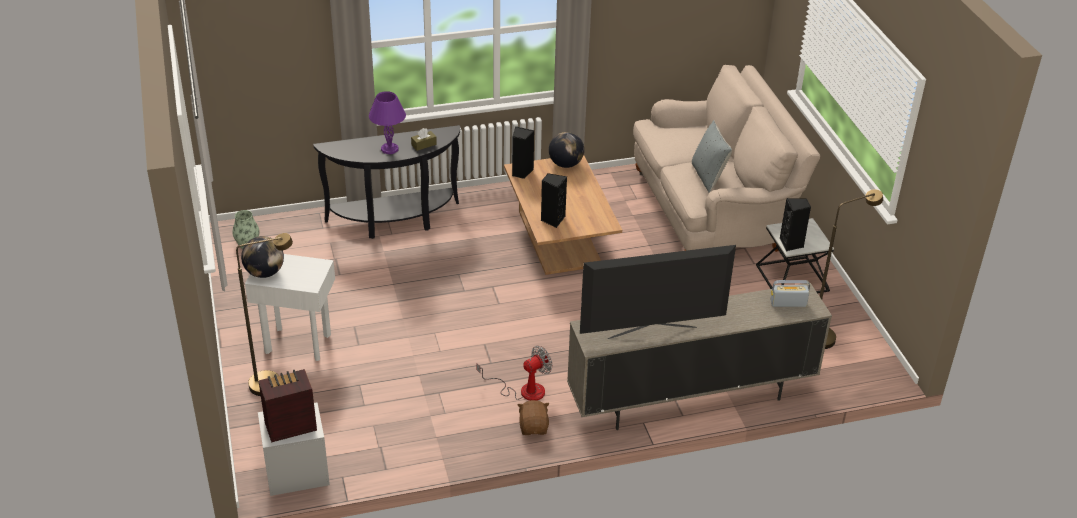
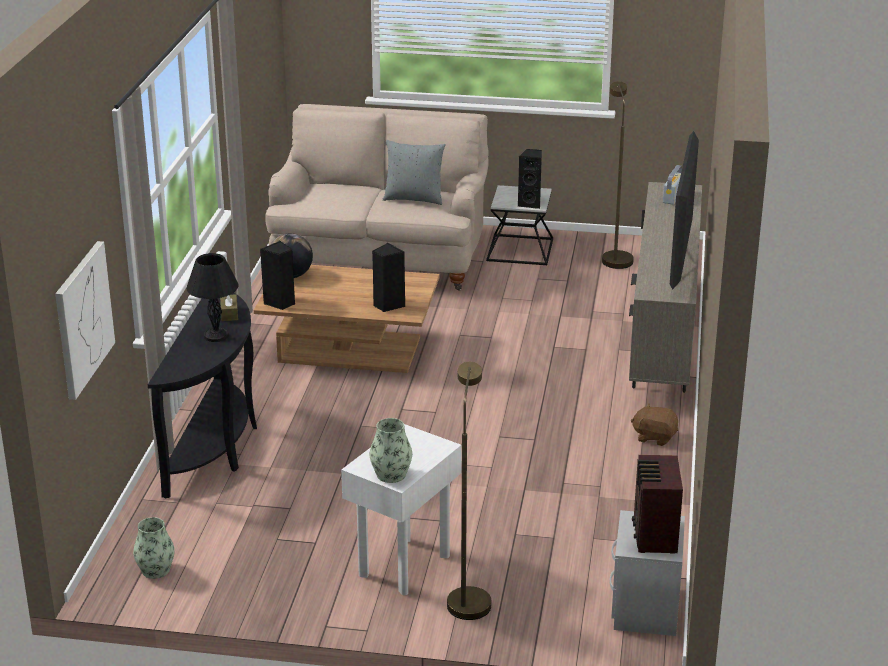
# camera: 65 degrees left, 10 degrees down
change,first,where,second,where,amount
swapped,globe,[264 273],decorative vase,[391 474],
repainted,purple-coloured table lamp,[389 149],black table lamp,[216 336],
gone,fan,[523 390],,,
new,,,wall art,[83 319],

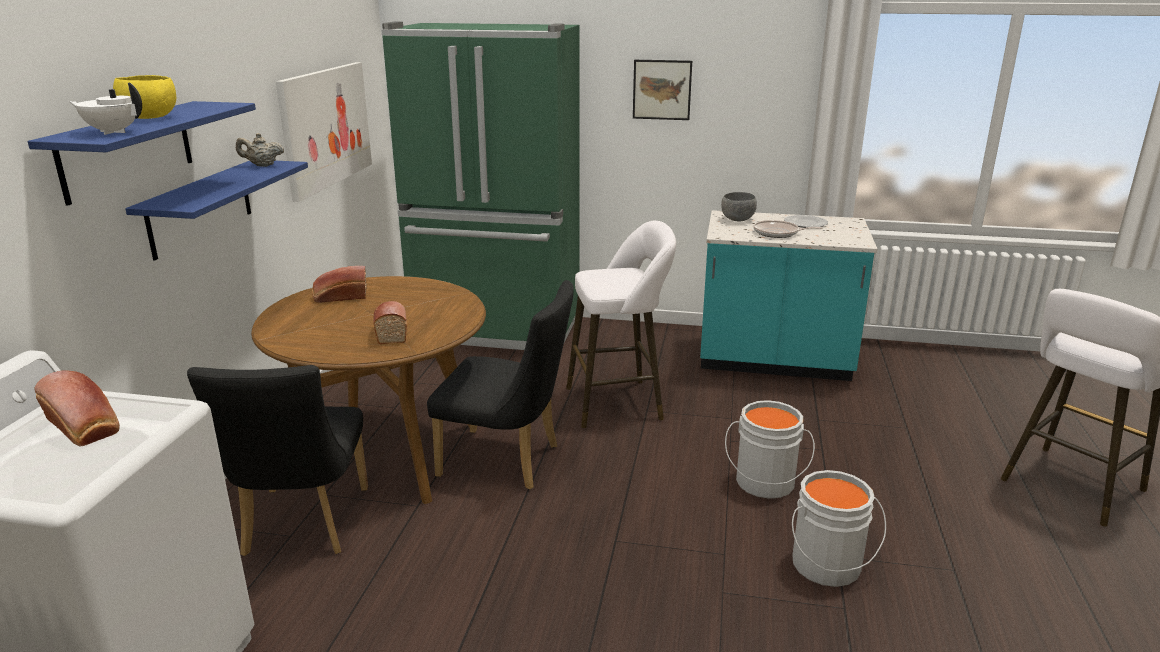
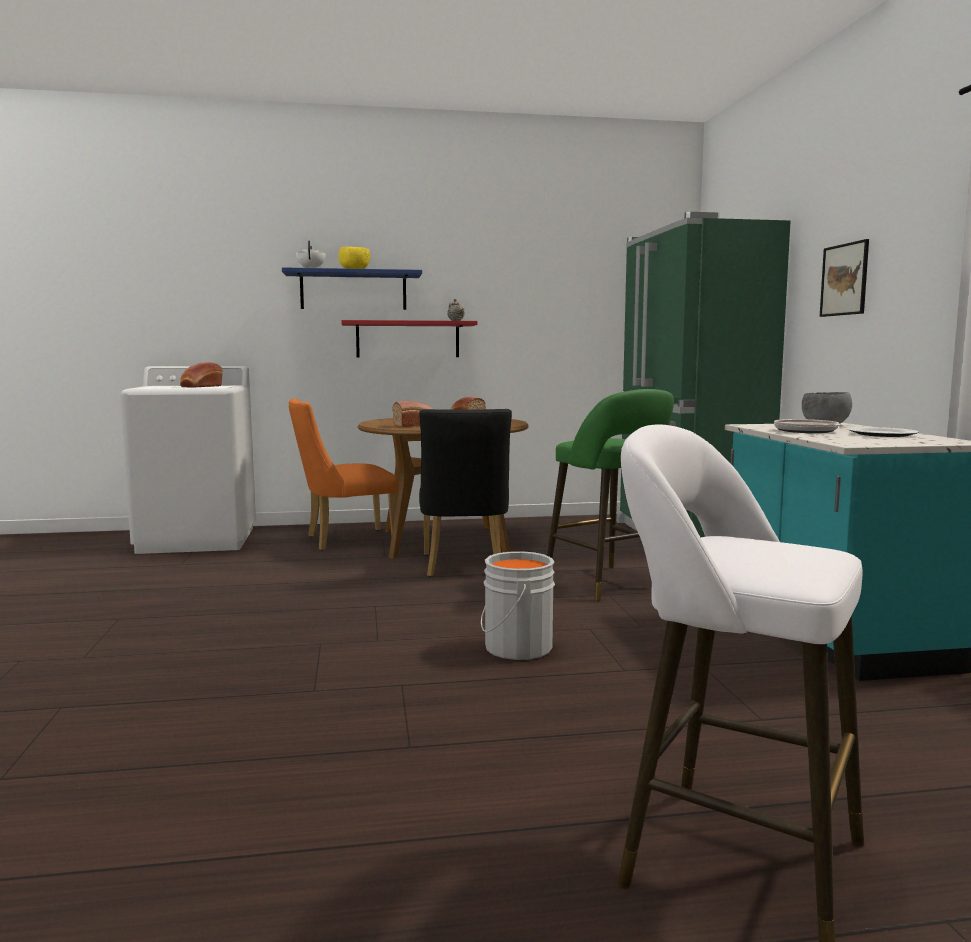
# camera: 70 degrees right, 15 degrees down
change,first,where,second,where,amount
repainted,bluish wall shelf,[200 208],red-coloured wall shelf,[408 339],
repainted,black chair,[302 527],orange chair,[344 540],
gone,wall art,[326 127],,,
repainted,white stool seat,[620 403],green-coloured stool seat,[609 584],
gone,grey bucket,[827 567],,,

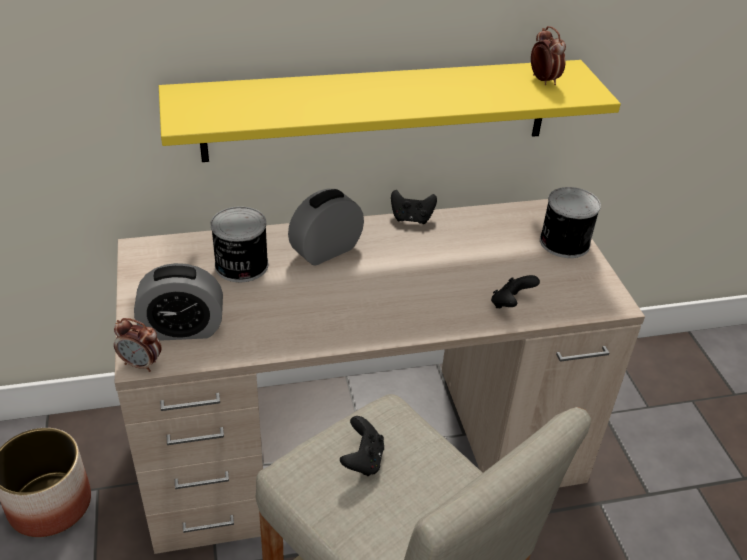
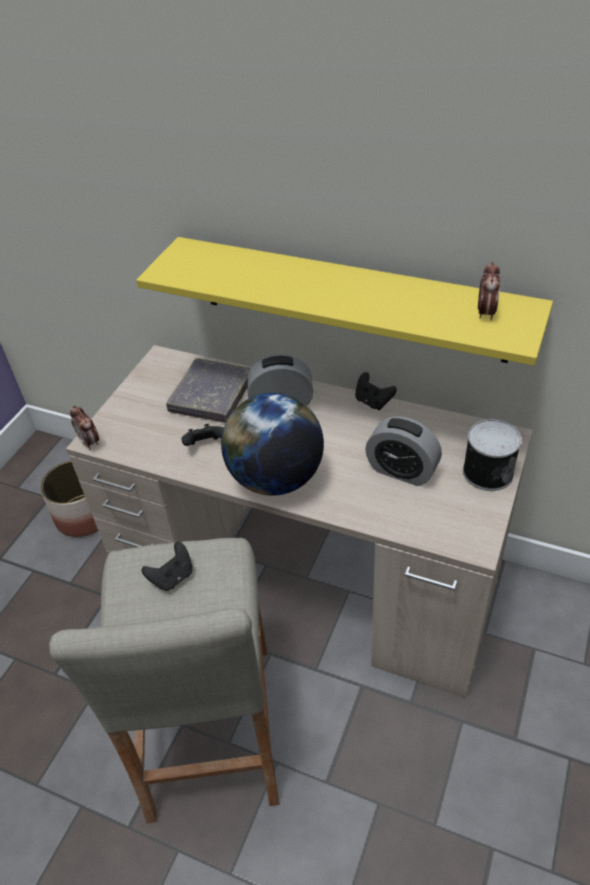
# camera: 40 degrees right, 5 degrees up
change,first,where,second,where,amount
shifted,table clock,[182 329],,[402 470],
swapped,sealed can,[240 266],grey bound book,[211 395],
shifted,black joypad,[510 304],,[205 445],
new,,,globe,[276 478],

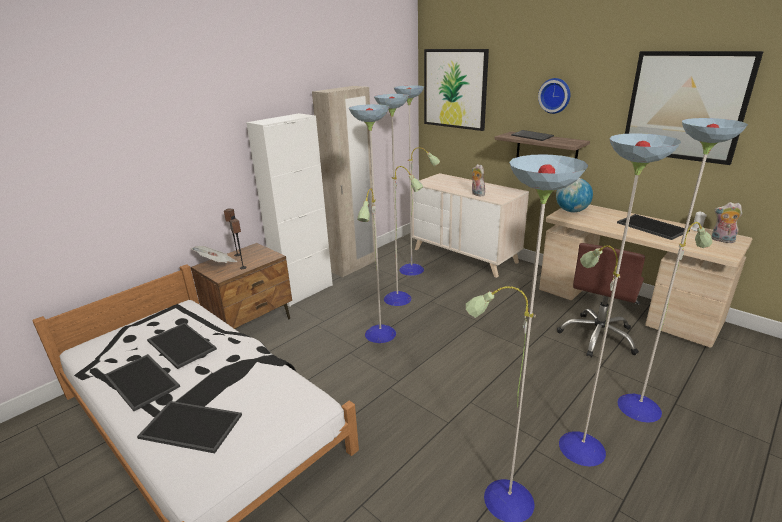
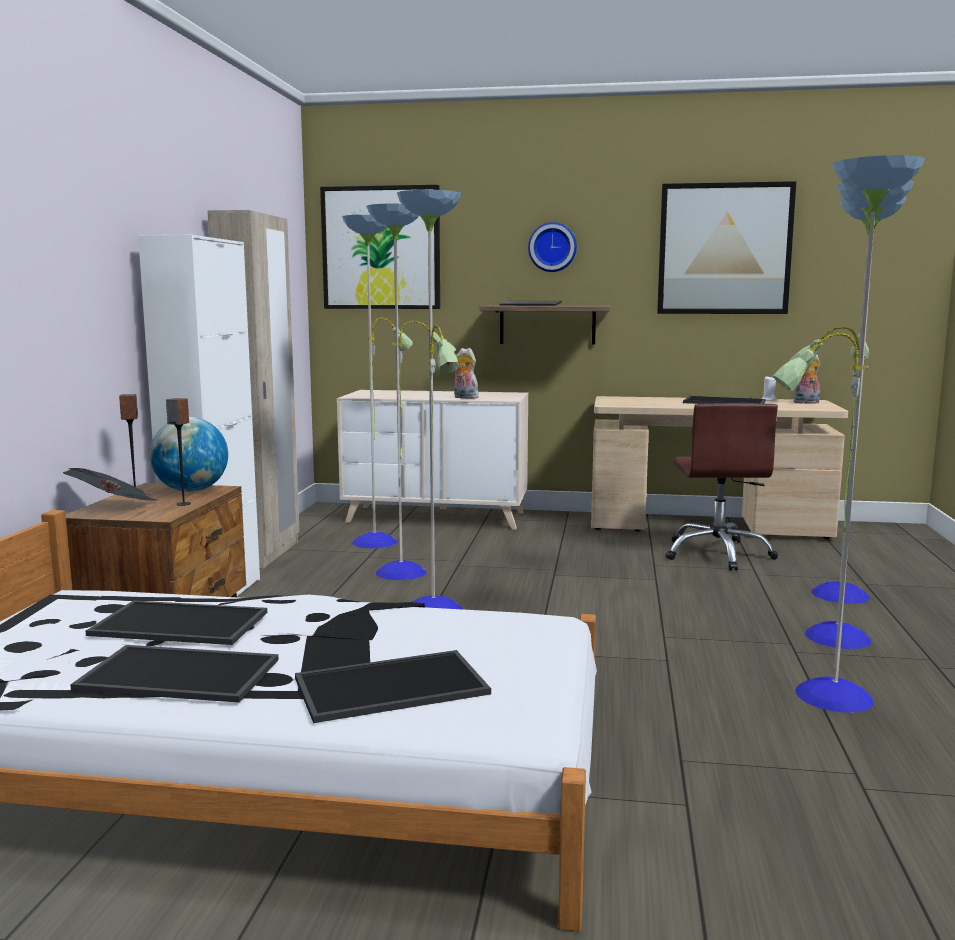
# camera: 35 degrees left, 15 degrees down
change,first,where,second,where,amount
shifted,globe,[571 211],,[191 491],

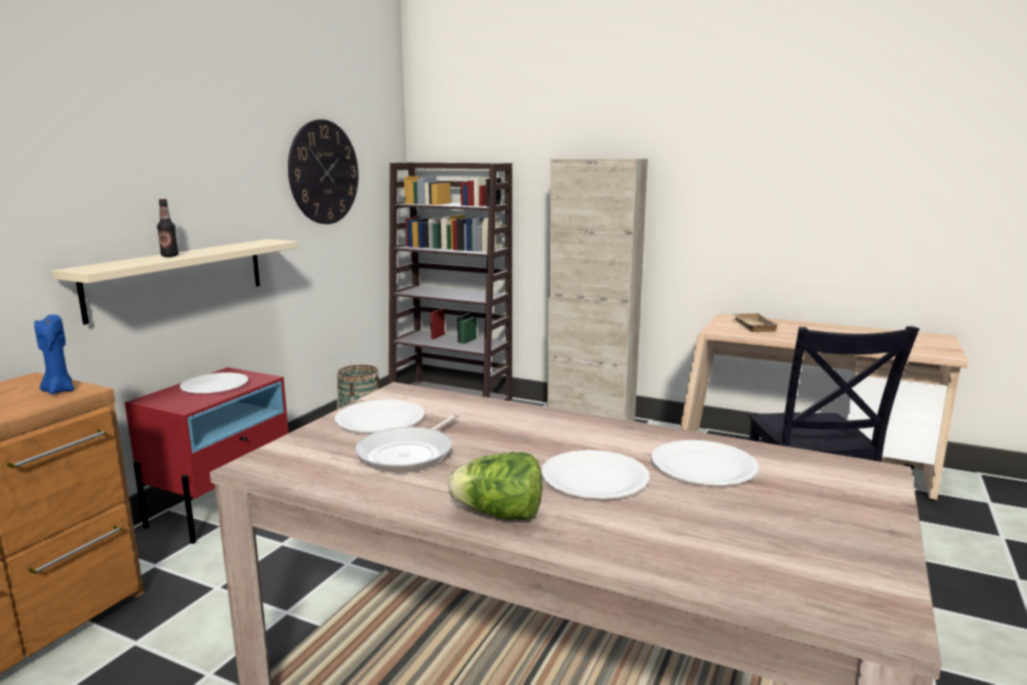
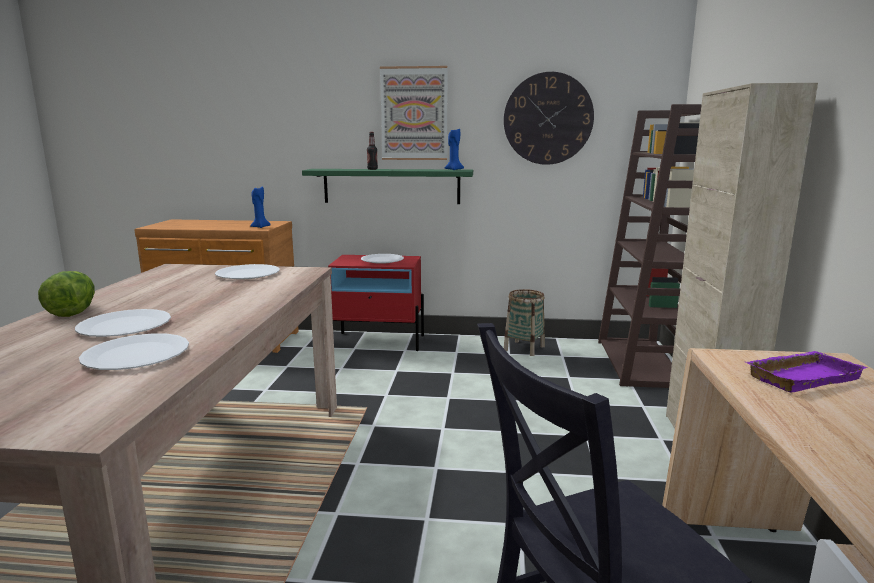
# camera: 70 degrees right, 0 degrees up
change,first,where,second,where,amount
repainted,sand-coloured wall shelf,[178 277],green-coloured wall shelf,[391 186],
gone,frying pan,[409 454],,,
repainted,sand-coloured carrying tray,[752 326],purple-coloured carrying tray,[801 376],
new,,,wall art,[414 114],
new,,,bluish candle,[453 169],

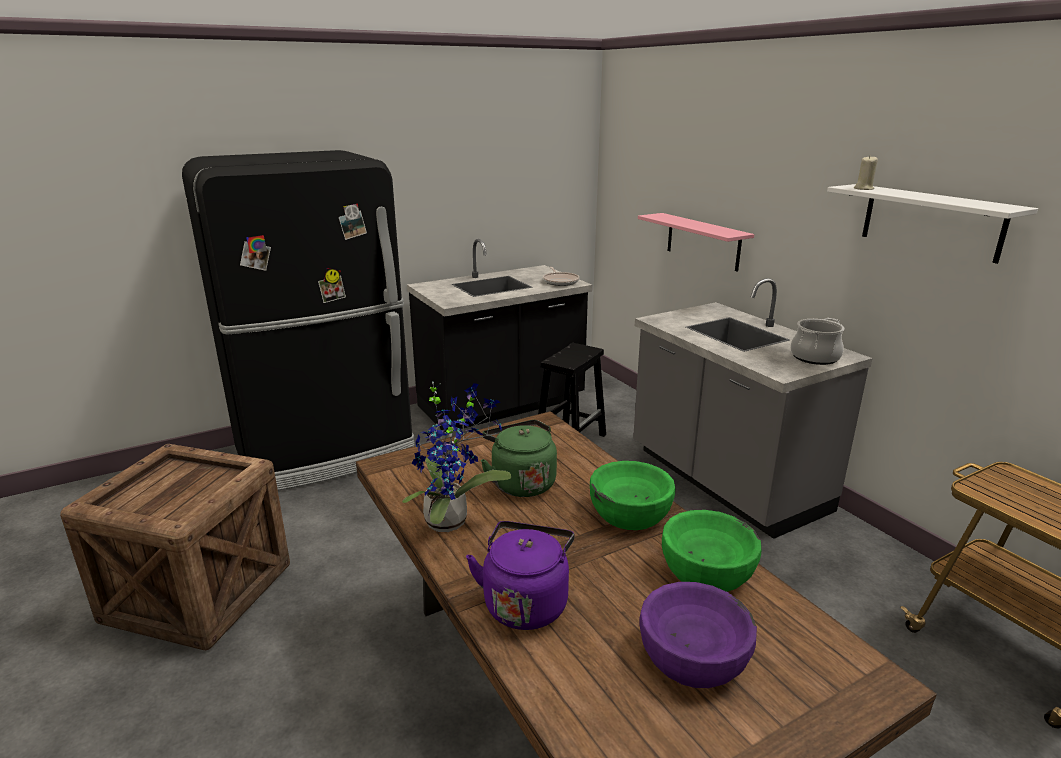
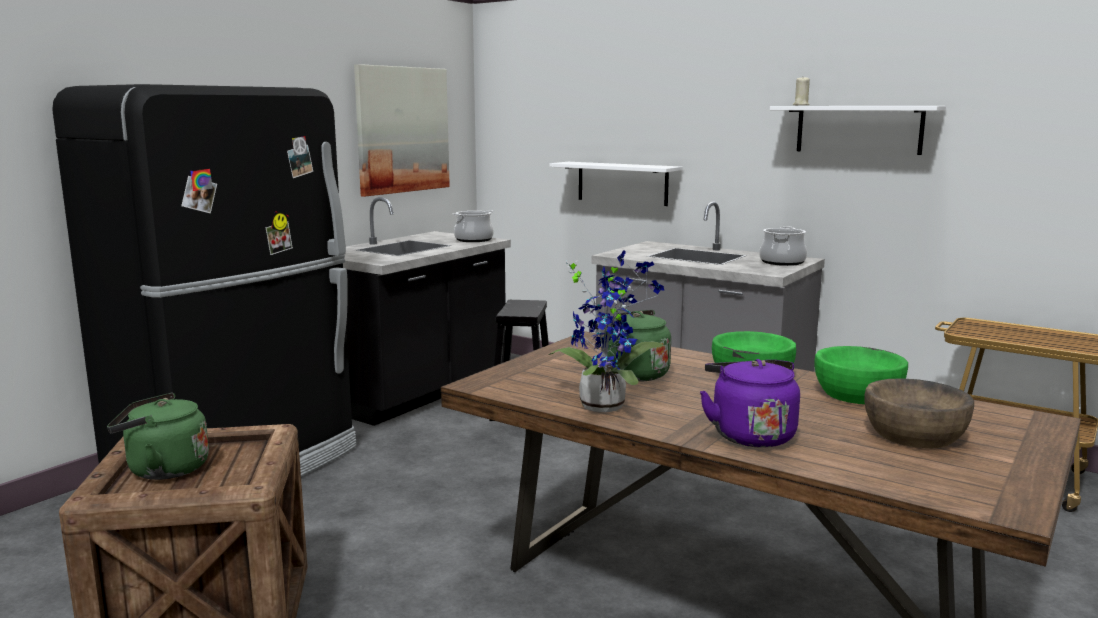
# camera: 25 degrees left, 10 degrees down
change,first,where,second,where,amount
swapped,frying pan,[560 281],stockpot,[473 240],
repainted,pink-coloured wall shelf,[703 241],white wall shelf,[622 183],
repainted,purple-coloured bowl,[693 655],brown-coloured bowl,[914 434],
new,,,green-coloured water kettle,[163 470],
new,,,wall art,[402 130],

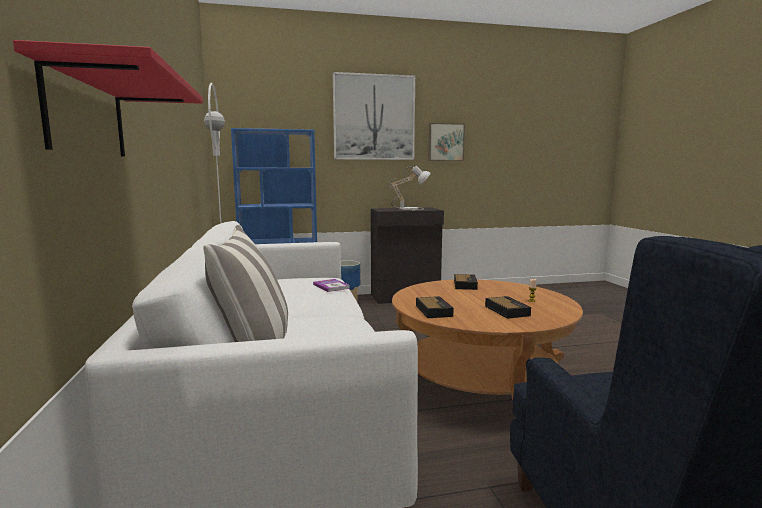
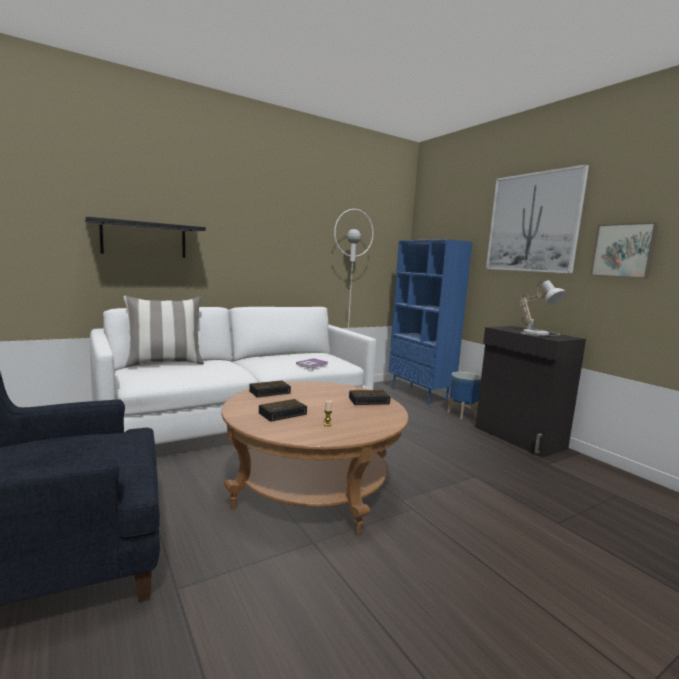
# camera: 70 degrees right, 0 degrees up
change,first,where,second,where,amount
repainted,red-coloured wall shelf,[87 114],black wall shelf,[144 239],

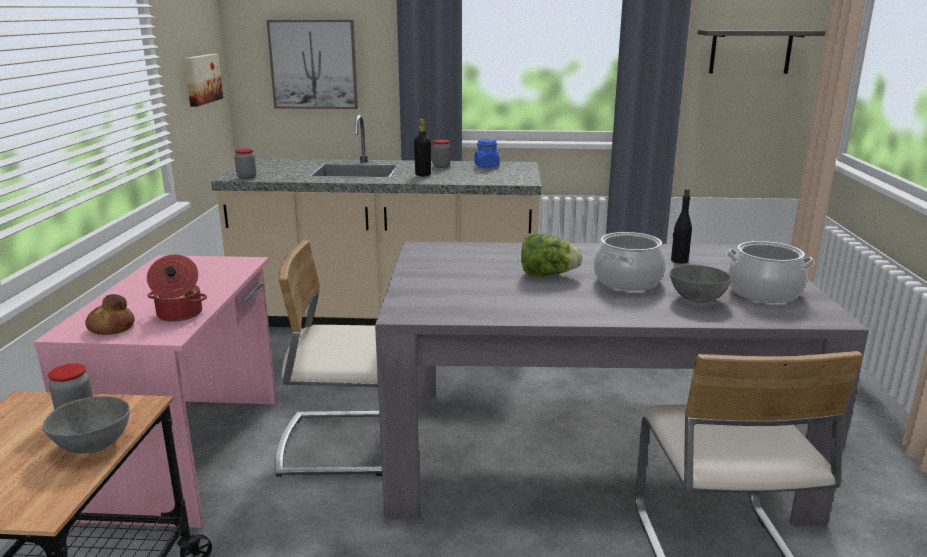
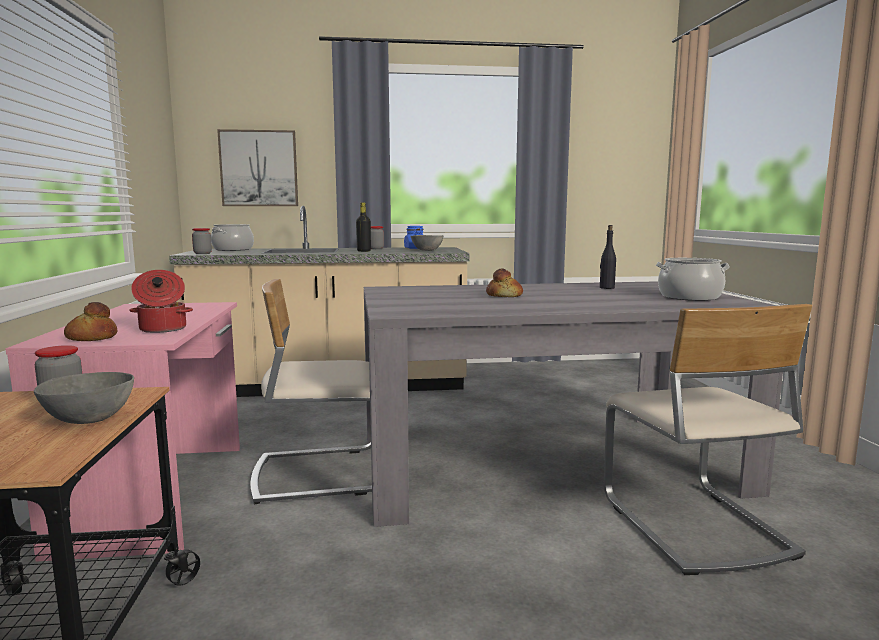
# camera: 10 degrees left, 10 degrees down
change,first,where,second,where,amount
gone,wall art,[201 79],,,
swapped,lettuce,[547 275],bread,[504 295],
shifted,stockpot,[627 281],,[233 249],
shifted,grey bowl,[697 299],,[427 250],
gone,wall shelf,[750 51],,,

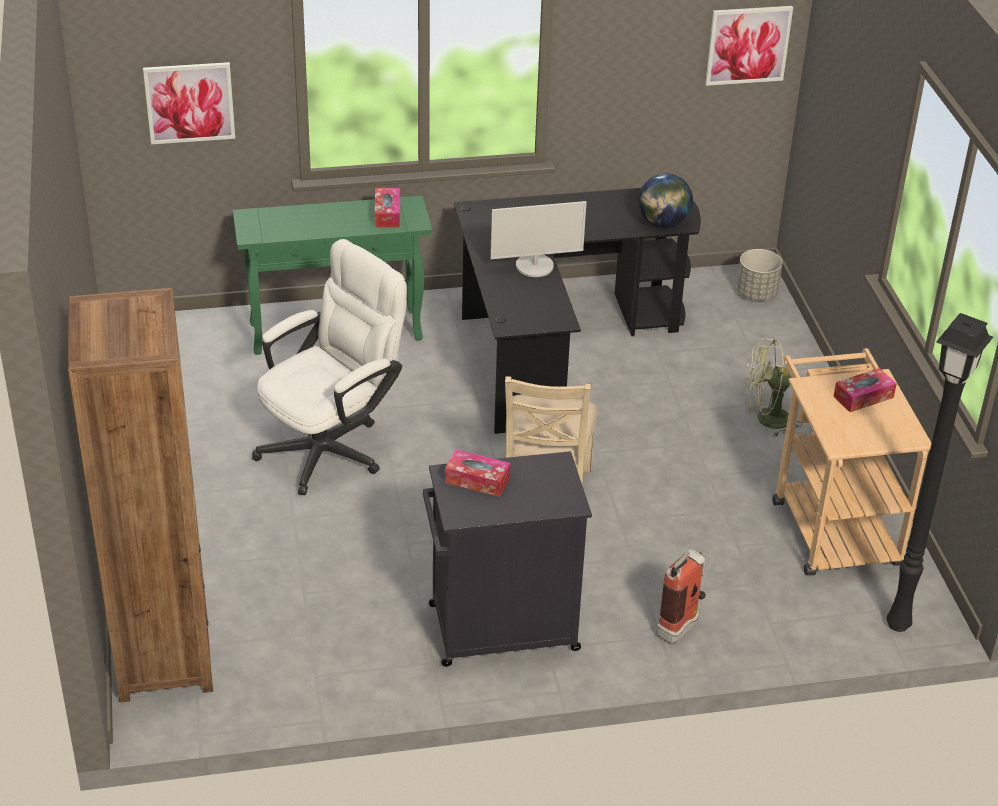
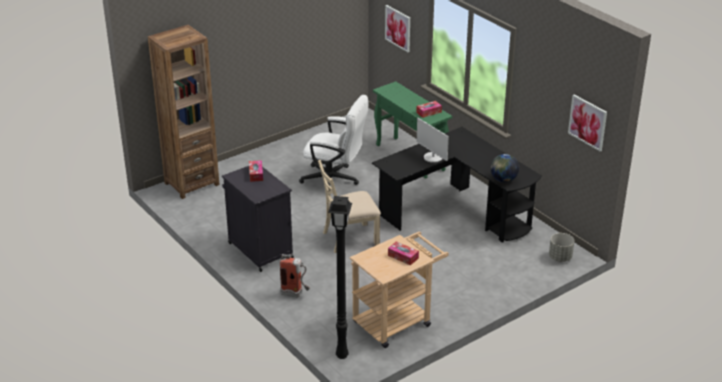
# camera: 65 degrees right, 5 degrees down
change,first,where,second,where,amount
gone,green-coloured fan,[766 420],,,

